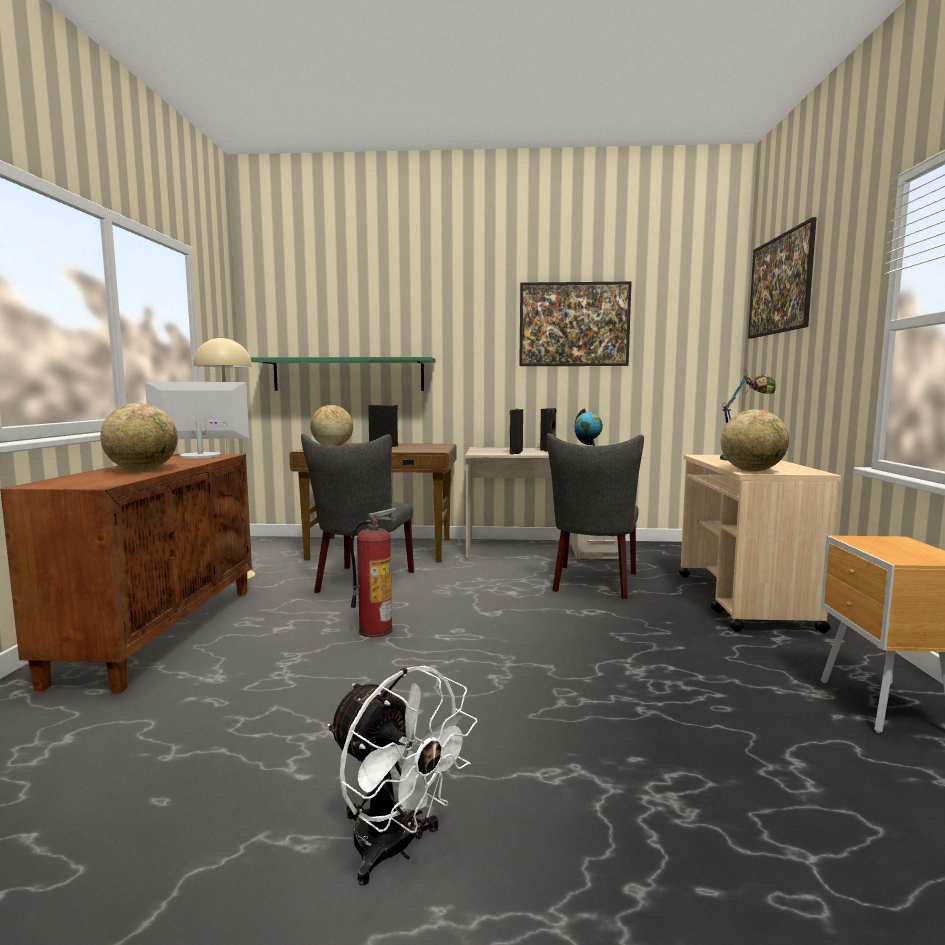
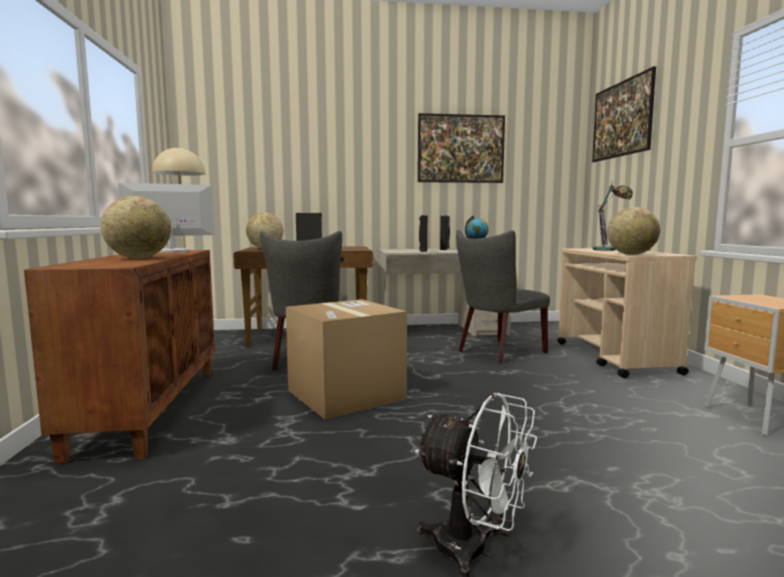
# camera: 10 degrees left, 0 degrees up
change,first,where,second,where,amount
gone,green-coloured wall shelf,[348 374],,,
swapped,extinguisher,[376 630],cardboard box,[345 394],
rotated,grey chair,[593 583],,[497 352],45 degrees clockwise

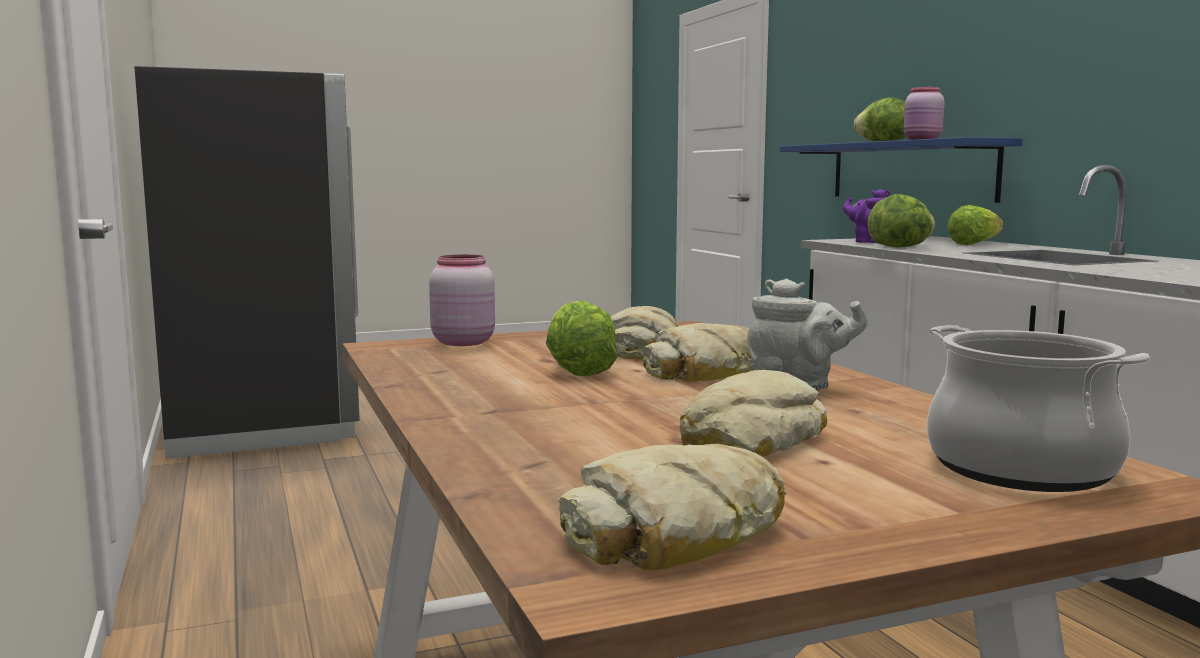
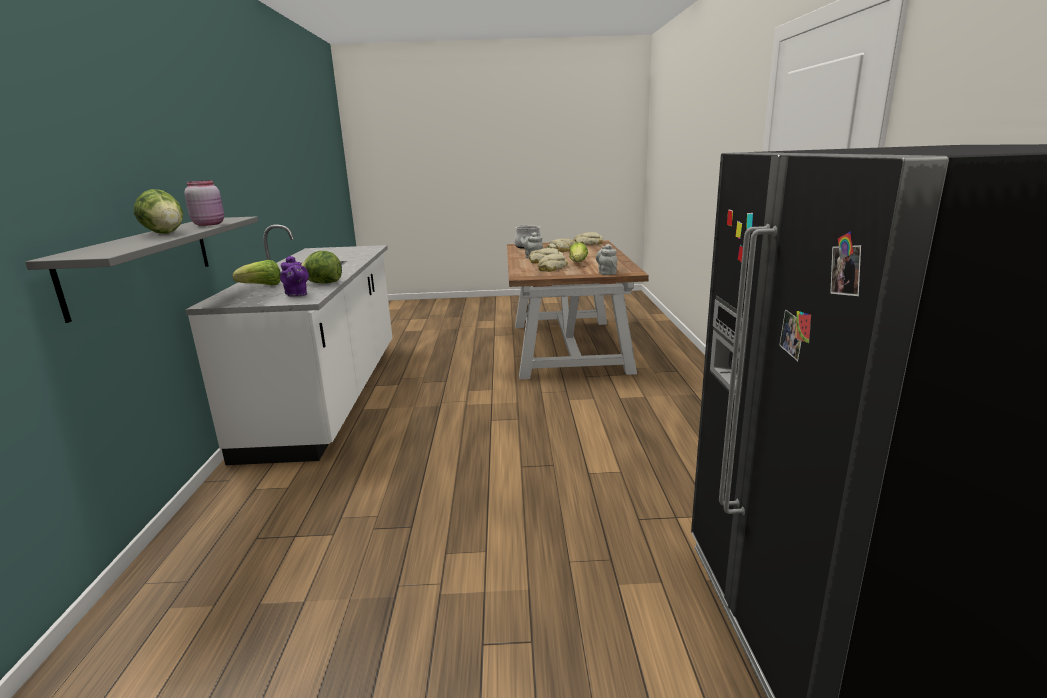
# camera: 160 degrees left, 10 degrees up
change,first,where,second,where,amount
swapped,pink-coloured jar,[462 342],grey teapot,[606 273],
repainted,bluish wall shelf,[910 171],grey wall shelf,[143 262],

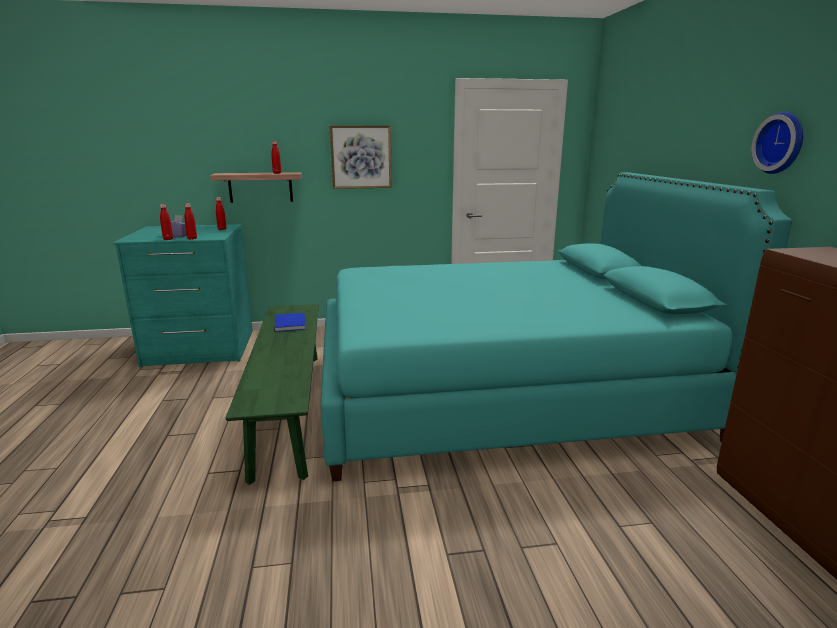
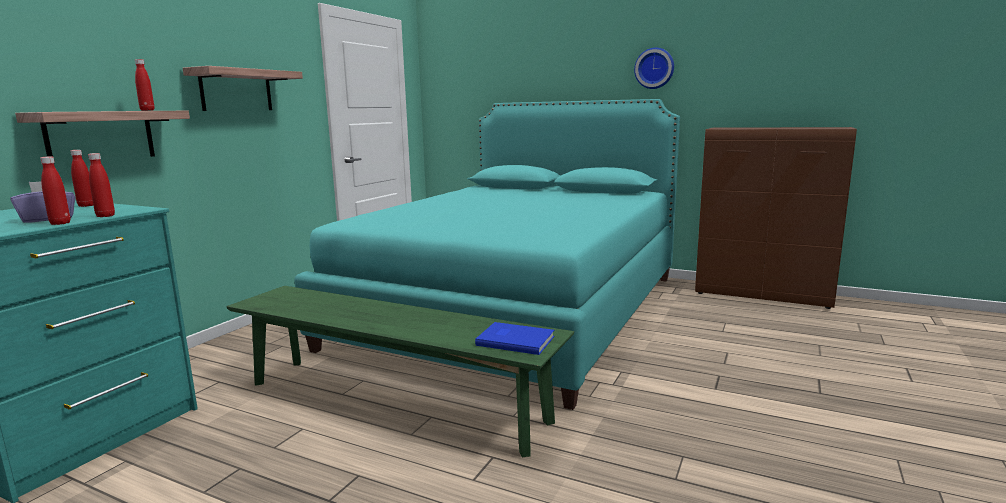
# camera: 55 degrees left, 5 degrees down
change,first,where,second,where,amount
shifted,bluish bound book,[291 323],,[515 340],
swapped,wall art,[361 157],wall shelf,[236 90],

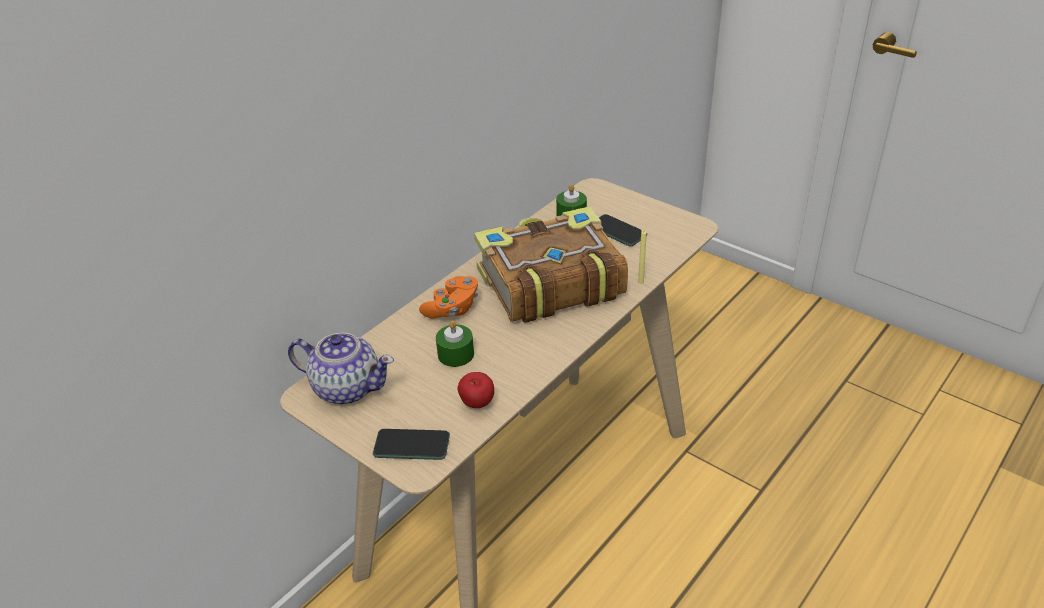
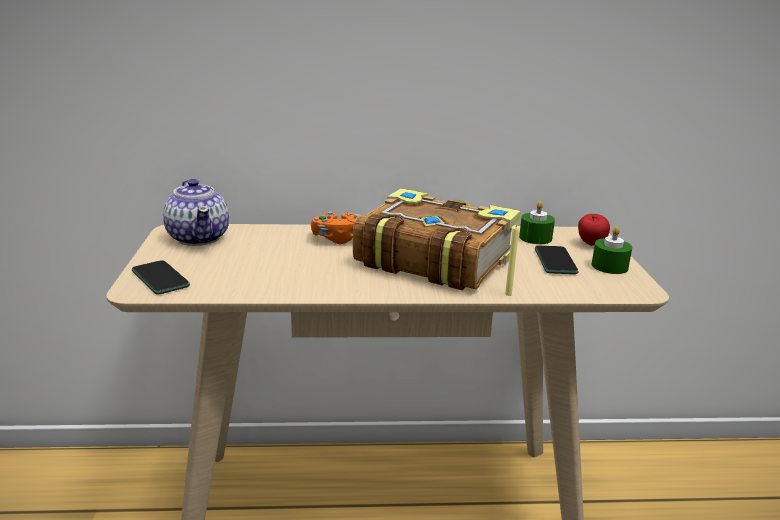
# camera: 45 degrees right, 15 degrees down
change,first,where,second,where,amount
shifted,green-coloured candle,[456 354],,[609 266],
shifted,apple,[477 405],,[590 245],

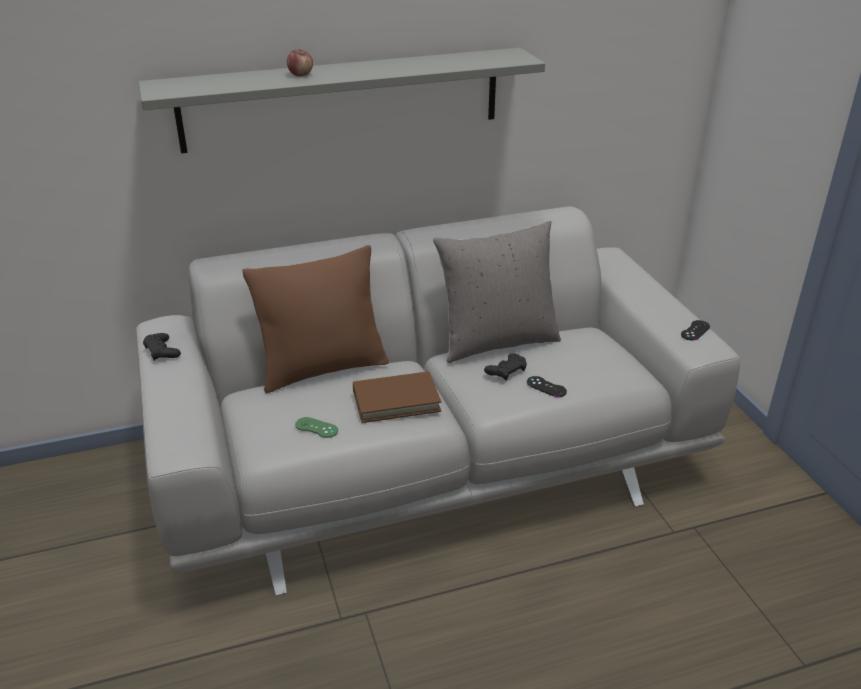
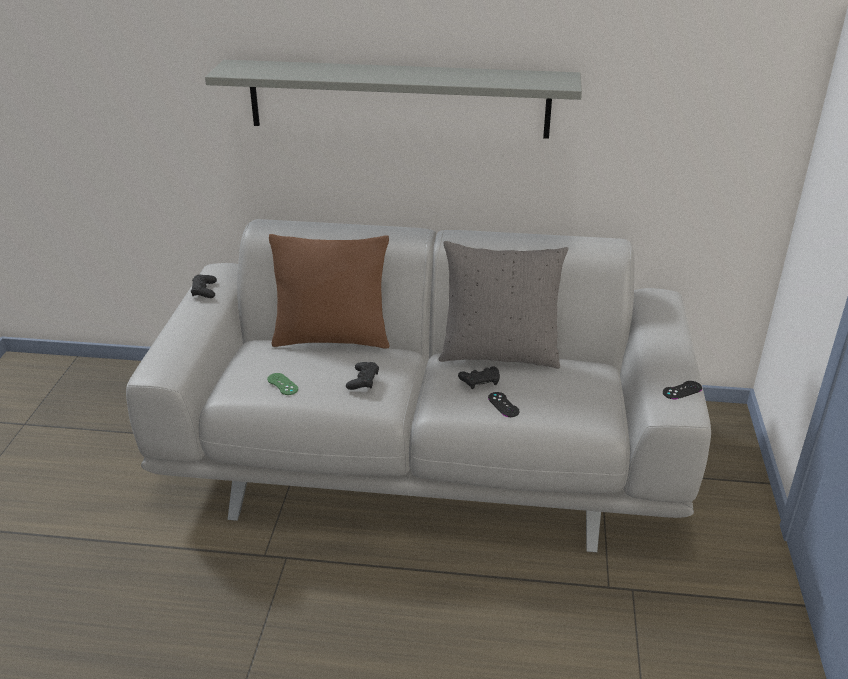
# camera: 25 degrees right, 0 degrees up
change,first,where,second,where,amount
gone,apple,[301 75],,,
swapped,brown-coloured bound book,[396 401],black joypad,[363 380],

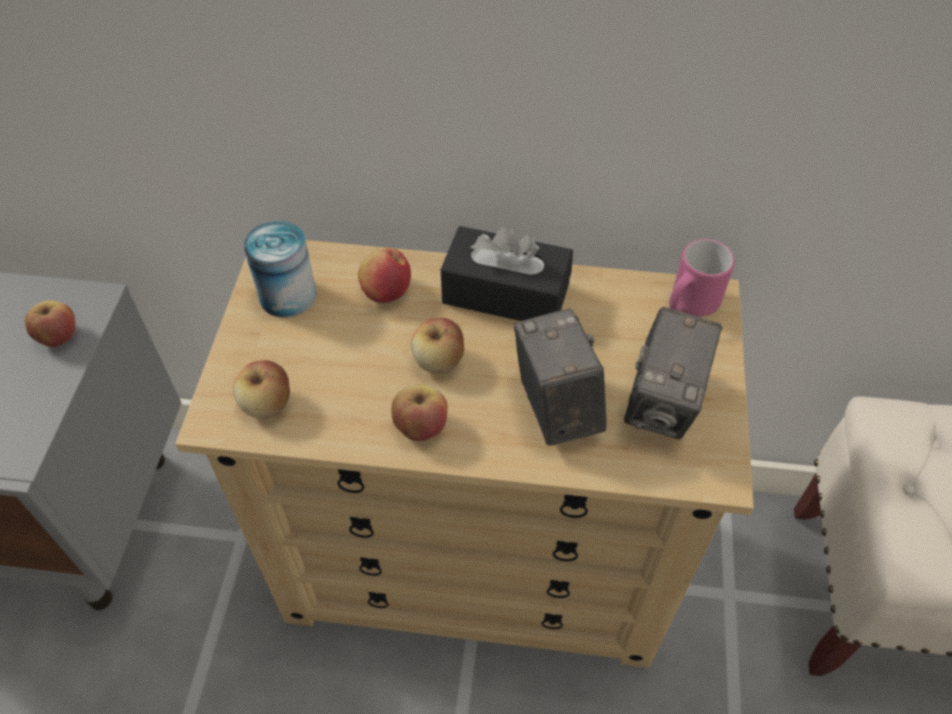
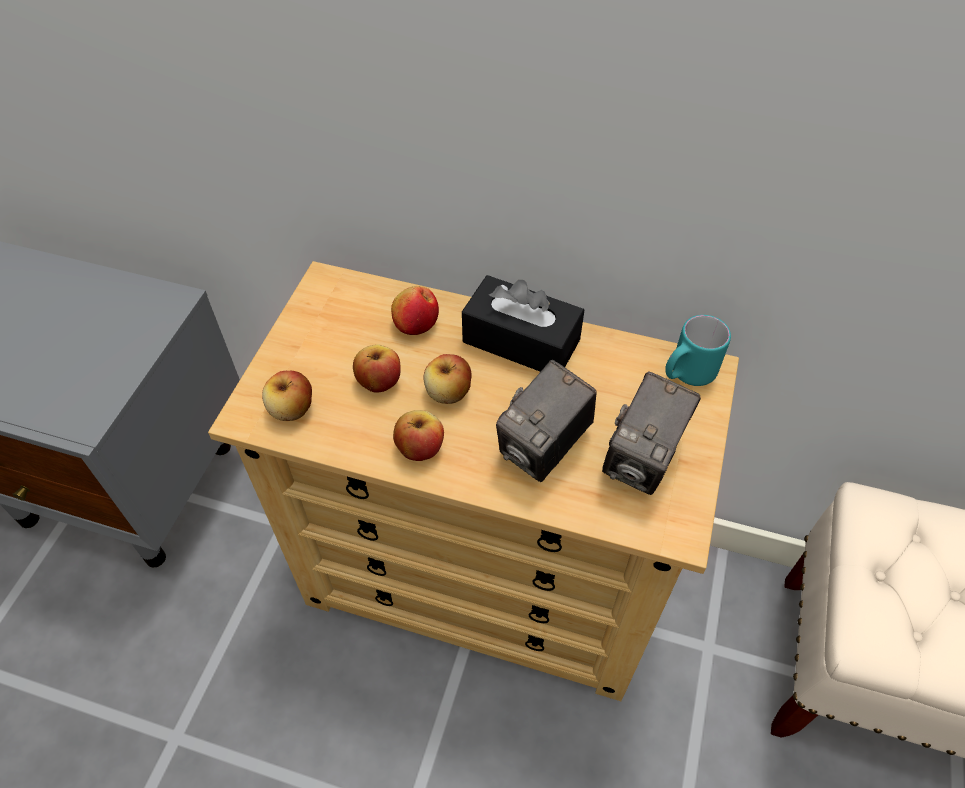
# camera: 10 degrees right, 0 degrees up
change,first,where,second,where,amount
shifted,apple,[58 336],,[379 382],
gone,sealed can,[288 295],,,
rotated,still camera,[556 406],,[544 448],135 degrees counterclockwise
repainted,pink-coloured coffee mug,[689 305],turquoise coffee mug,[687 374],

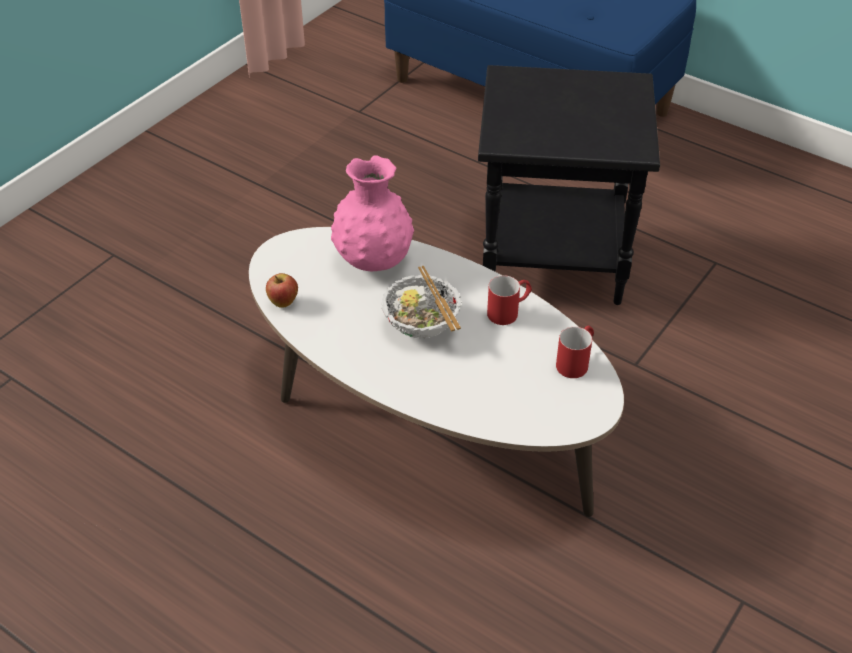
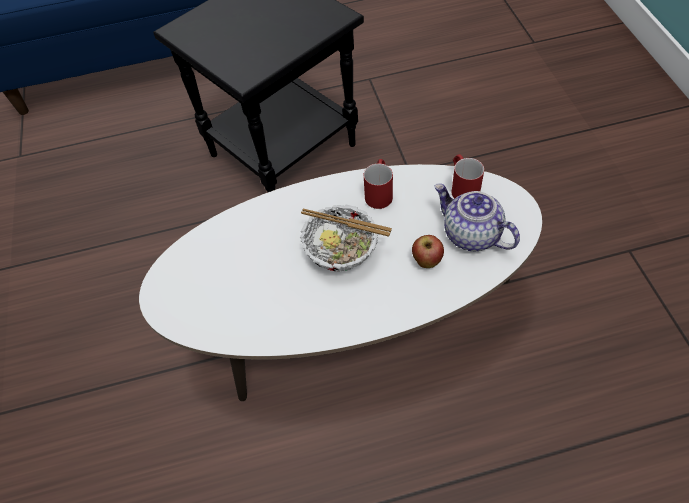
# camera: 45 degrees left, 10 degrees up
change,first,where,second,where,amount
shifted,apple,[283 303],,[427 261],
gone,pink-coloured decorative vase,[373 260],,,
new,,,teapot,[470 235],

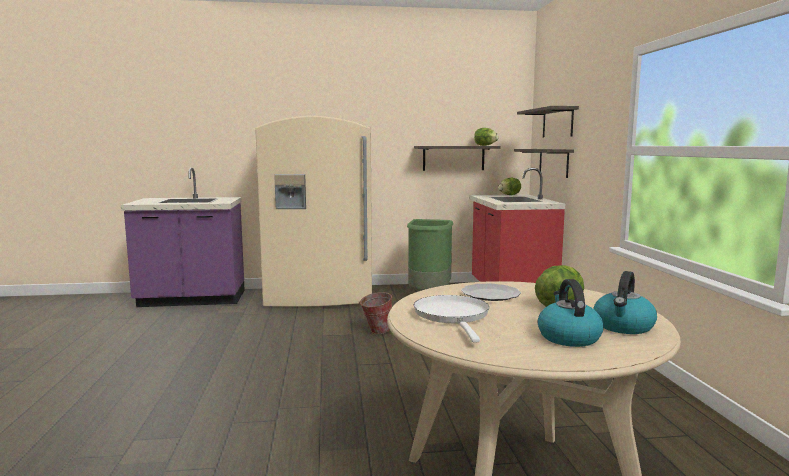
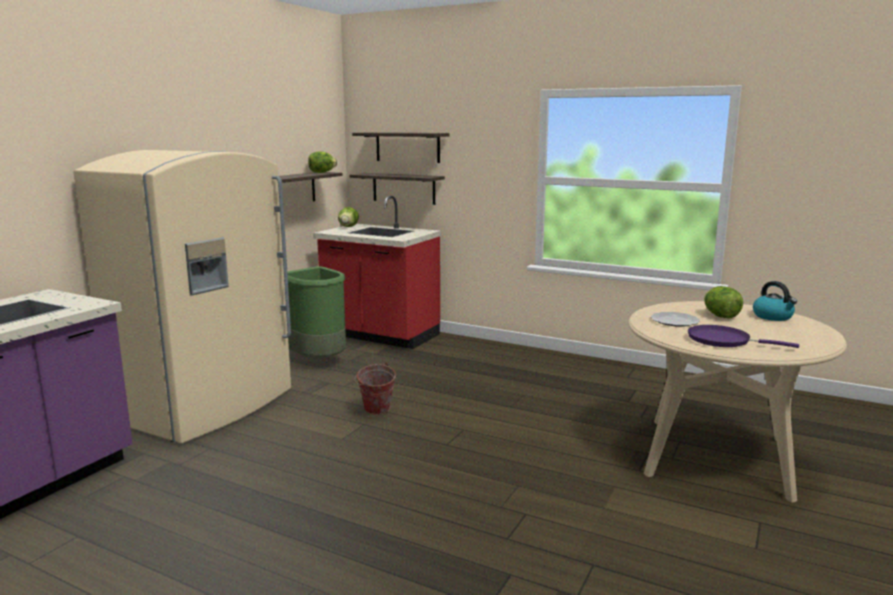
# camera: 55 degrees left, 5 degrees up
change,first,where,second,where,amount
repainted,white frying pan,[452 316],purple-coloured frying pan,[723 340],
gone,water kettle,[568 337],,,

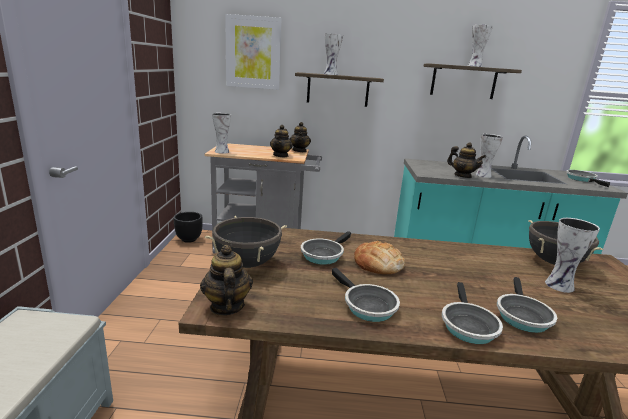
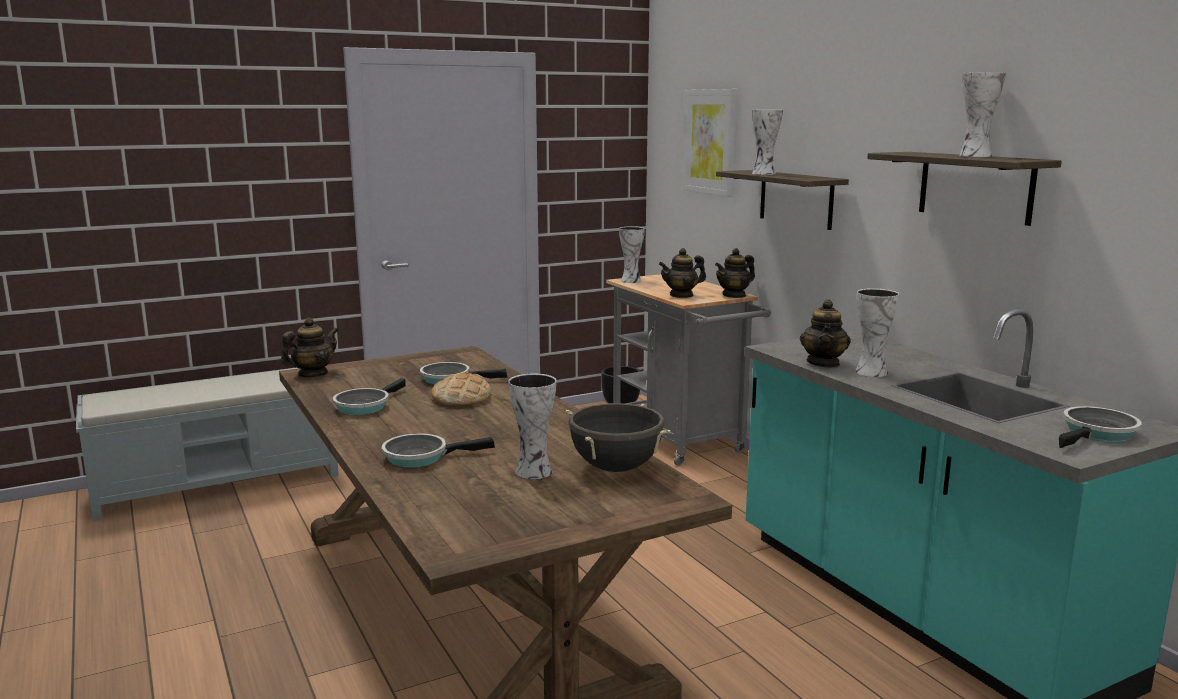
# camera: 60 degrees right, 5 degrees down
change,first,where,second,where,amount
gone,black stockpot,[247 263],,,
gone,frying pan,[467 325],,,

